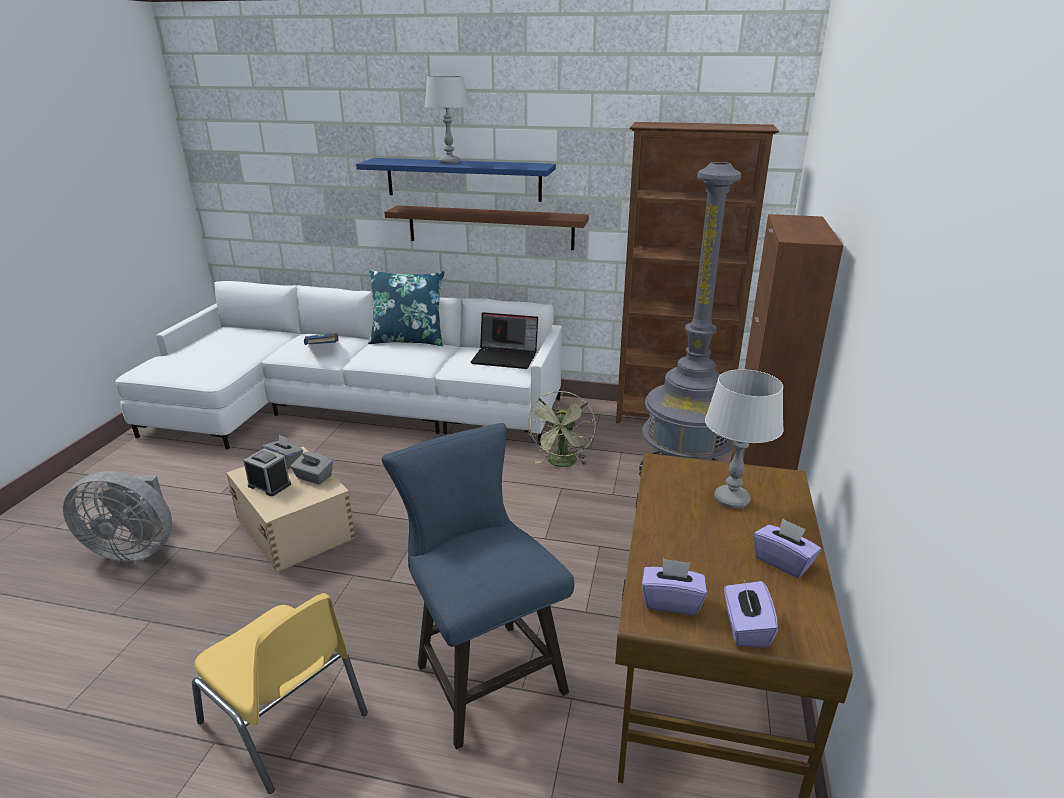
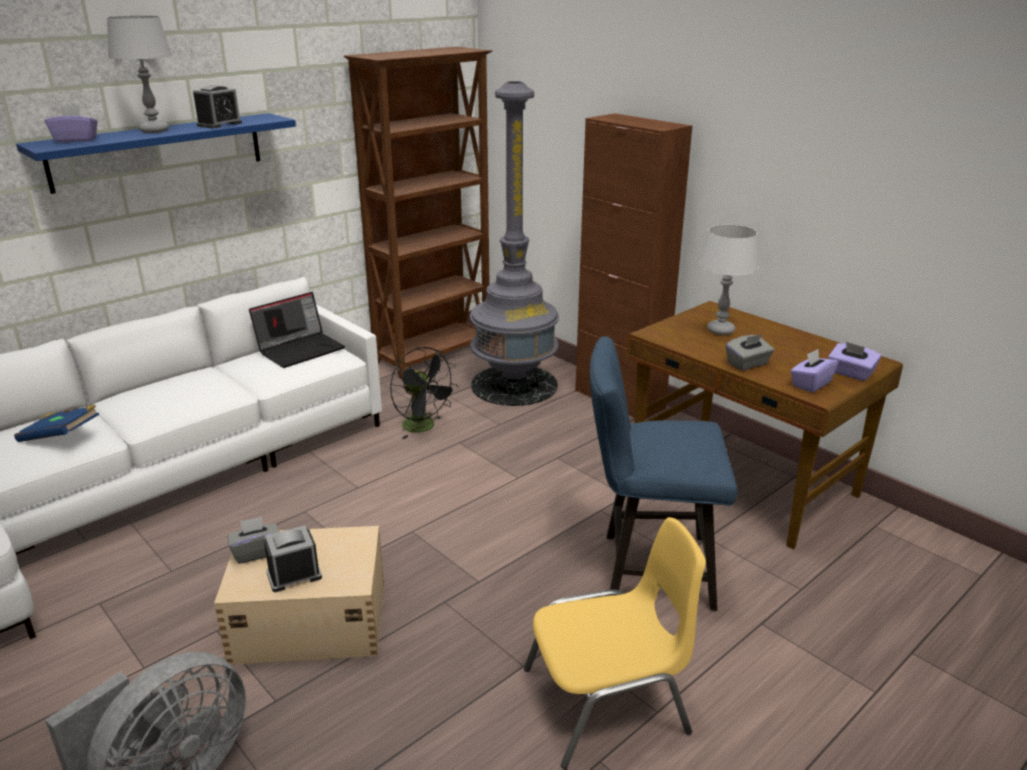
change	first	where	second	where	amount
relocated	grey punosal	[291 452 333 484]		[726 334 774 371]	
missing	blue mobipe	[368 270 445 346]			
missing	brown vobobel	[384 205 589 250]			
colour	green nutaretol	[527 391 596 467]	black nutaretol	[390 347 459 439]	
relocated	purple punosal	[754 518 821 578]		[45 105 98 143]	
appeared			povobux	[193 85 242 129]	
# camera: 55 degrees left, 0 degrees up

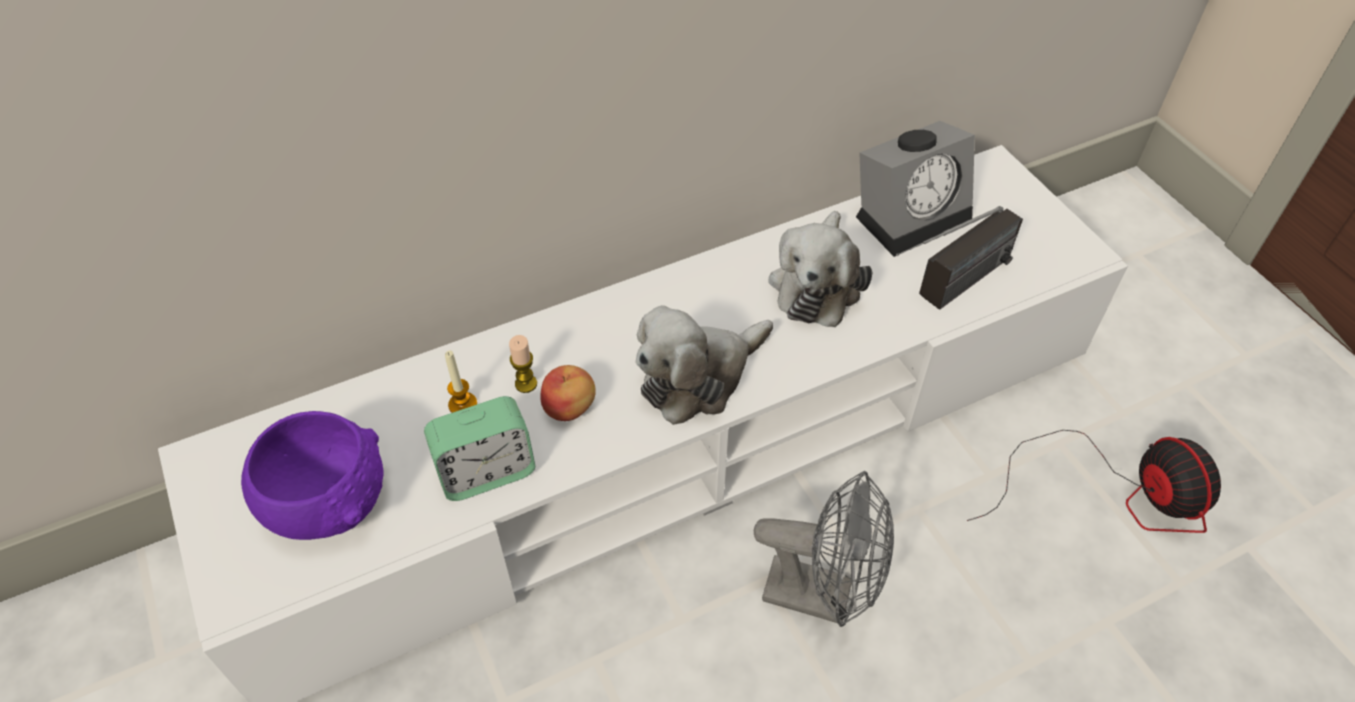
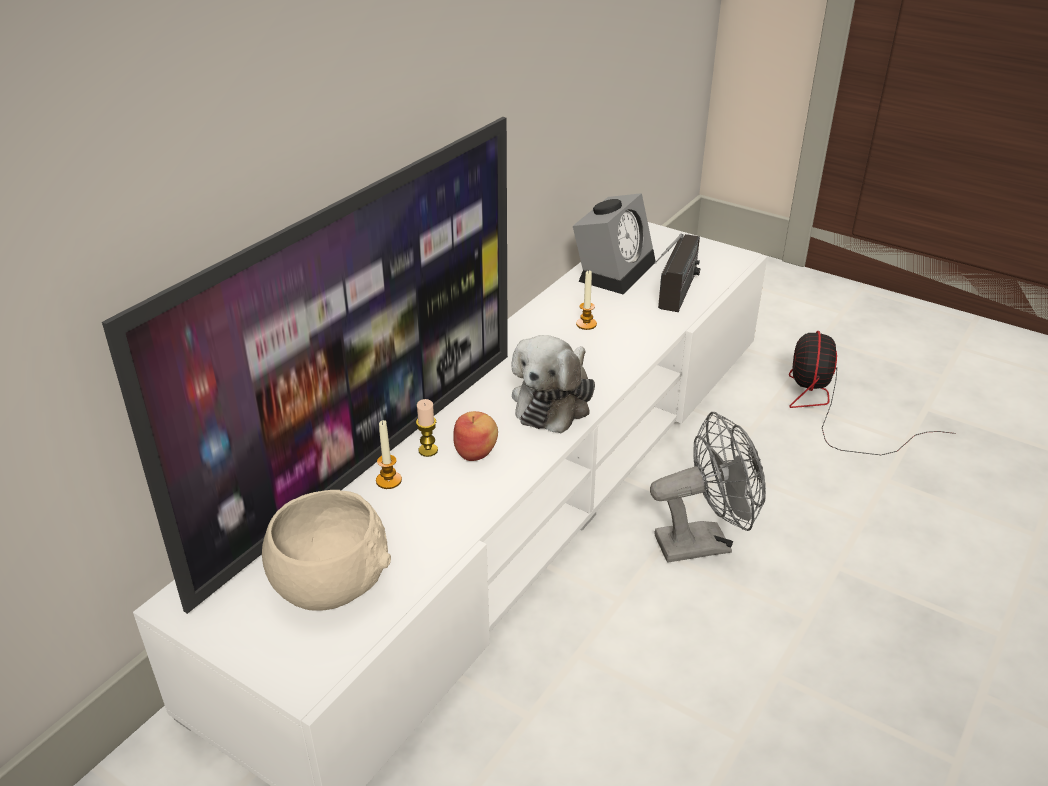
change	first	where	second	where	amount
colour	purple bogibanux	[241 411 384 540]	beige bogibanux	[262 490 391 611]	
missing	povobux	[424 396 535 501]			
exchanged	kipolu	[768 211 872 327]	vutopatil	[576 271 597 330]	
spun	nutaretol	[967 430 1221 533]		[789 331 956 455]	120 degrees counterclockwise
appeared			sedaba	[102 117 508 614]	
# camera: 30 degrees left, 15 degrees down

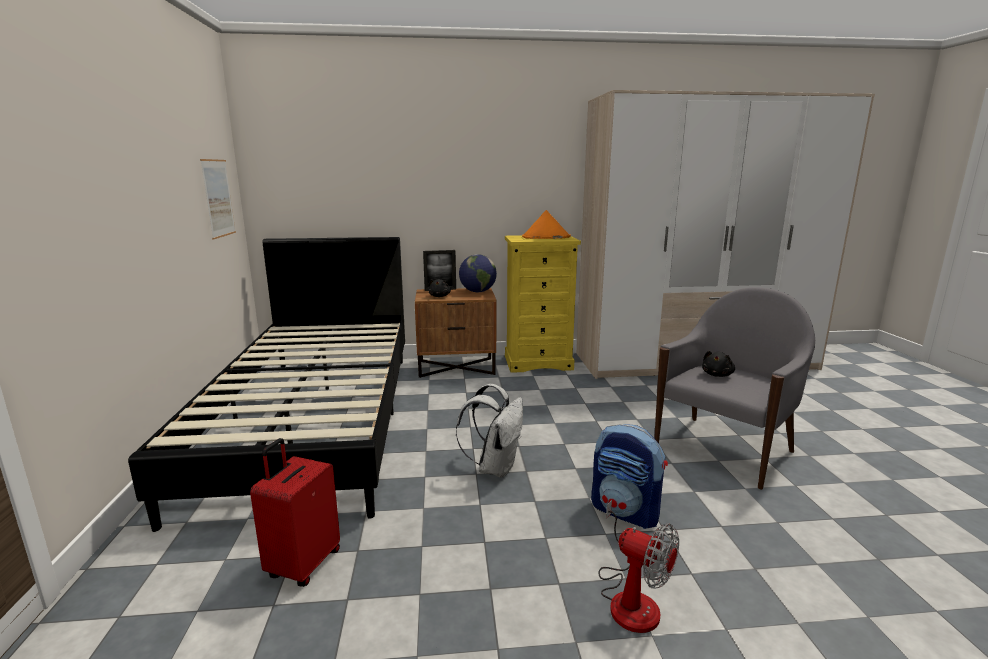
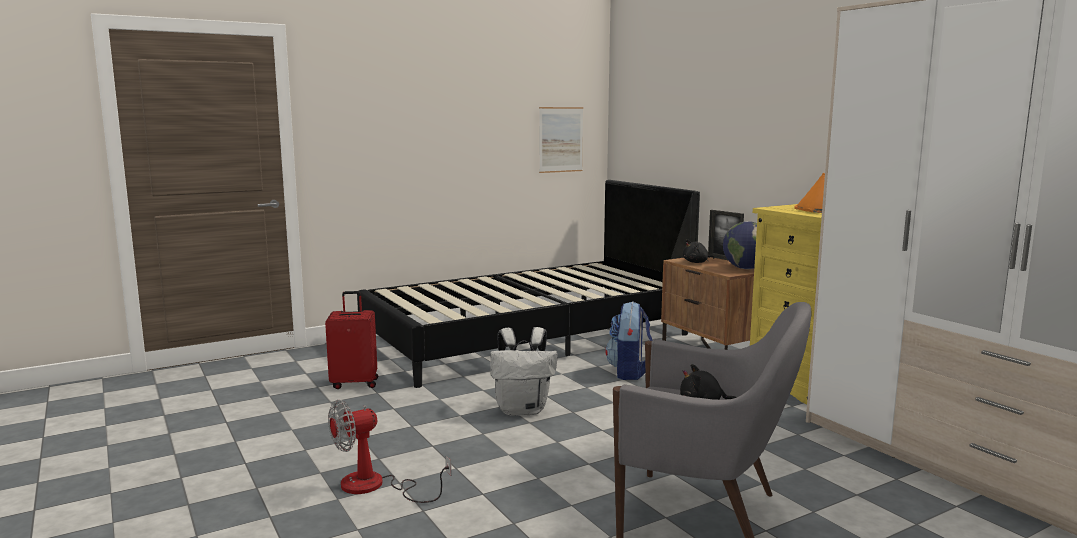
change	first	where	second	where	amount
relocated	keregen	[591 424 668 529]		[605 302 652 380]	
spun	nutaretol	[598 500 679 633]		[328 400 451 503]	45 degrees clockwise
# camera: 65 degrees right, 5 degrees down

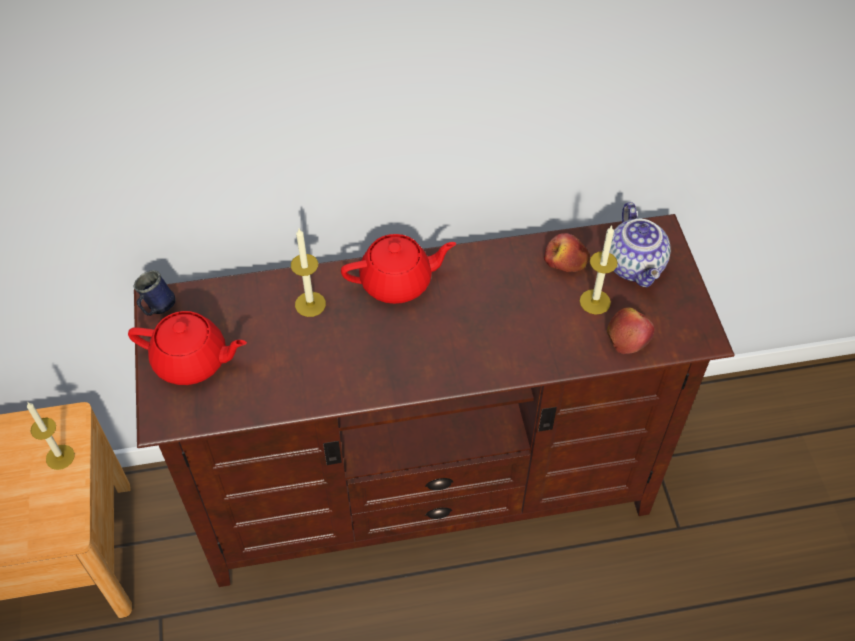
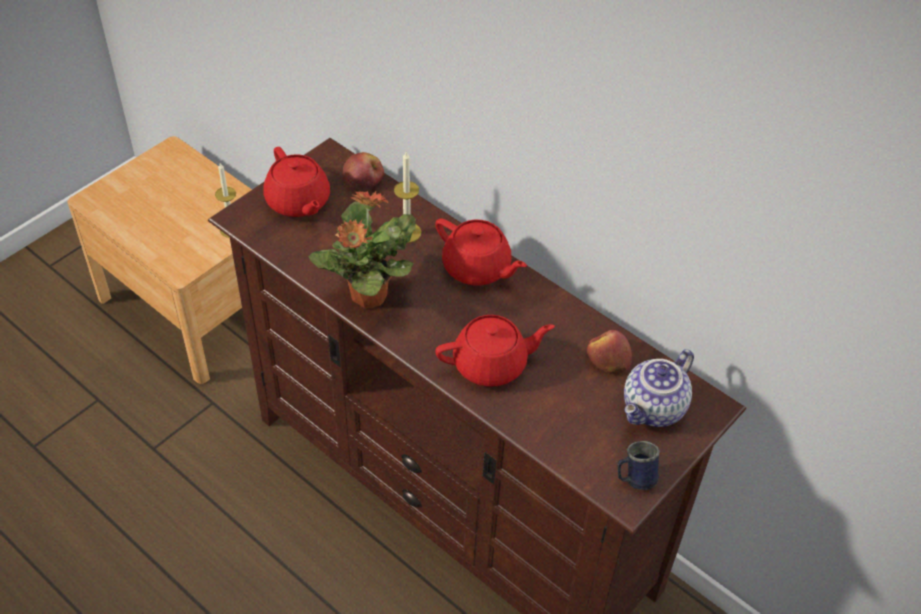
change	first	where	second	where	amount
relocated	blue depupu	[134 270 176 316]		[618 441 660 490]	
missing	vutopatil	[580 225 618 315]			
relocated	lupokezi	[607 308 654 354]		[343 152 384 190]	
appeared			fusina	[308 190 416 308]	
appeared			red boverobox	[435 315 555 387]	
# camera: 50 degrees right, 5 degrees down

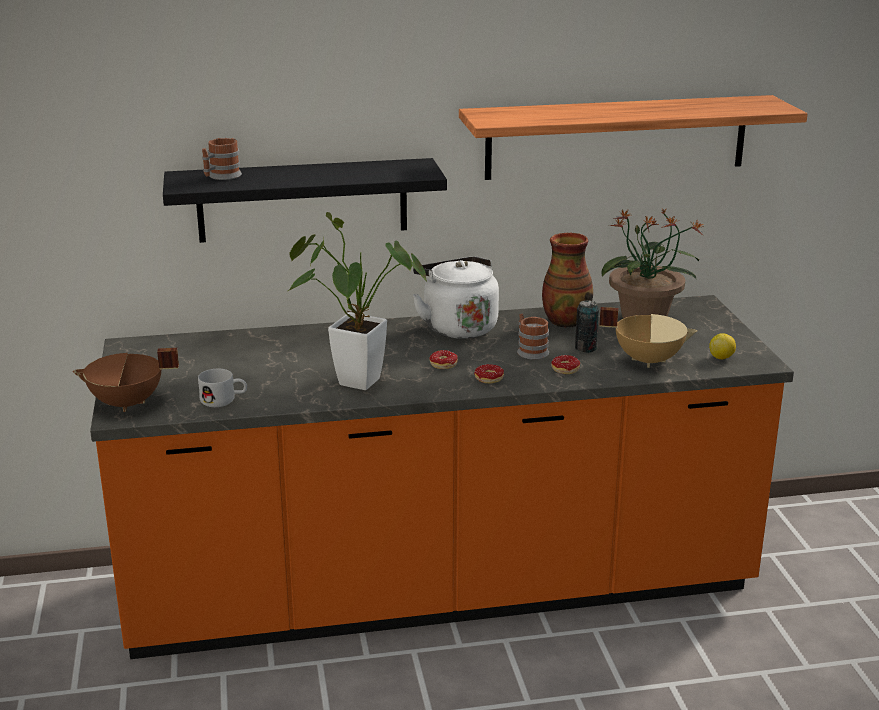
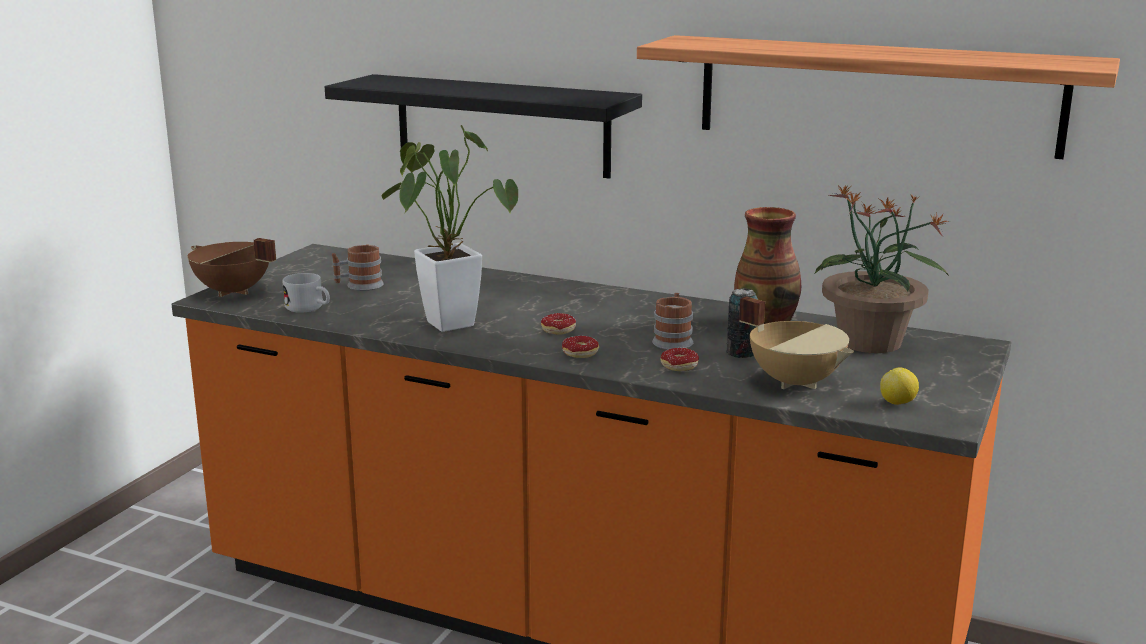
change	first	where	second	where	amount
relocated	depupu	[202 138 242 180]		[332 245 384 291]	
missing	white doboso	[413 256 499 339]			
# camera: 35 degrees right, 5 degrees down

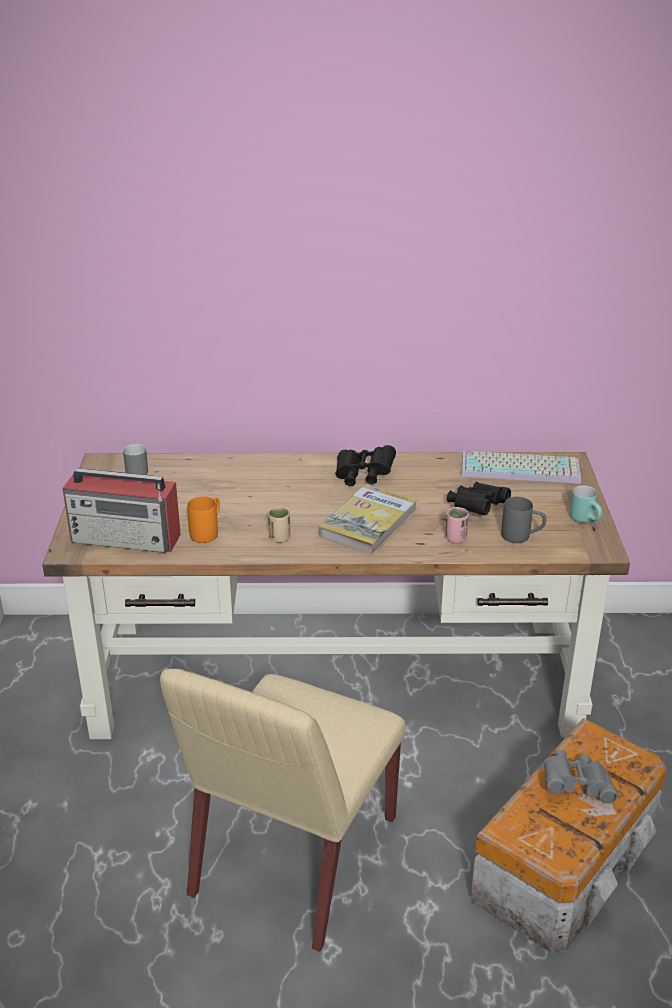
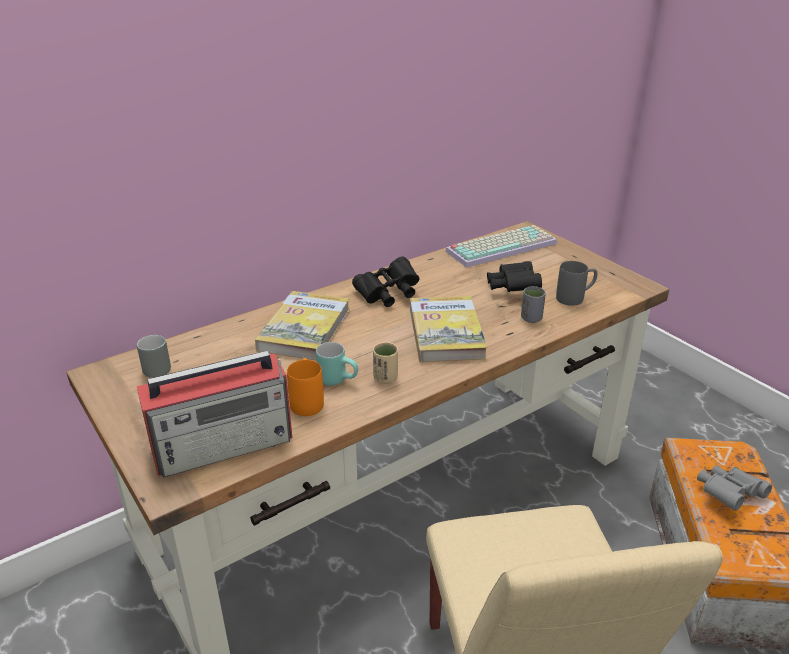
change	first	where	second	where	amount
colour	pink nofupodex	[446 507 469 543]	grey nofupodex	[521 286 546 323]	
relocated	turquoise depupu	[570 485 602 523]		[316 342 358 386]	
appeared			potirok	[255 291 350 360]	
# camera: 35 degrees left, 0 degrees up

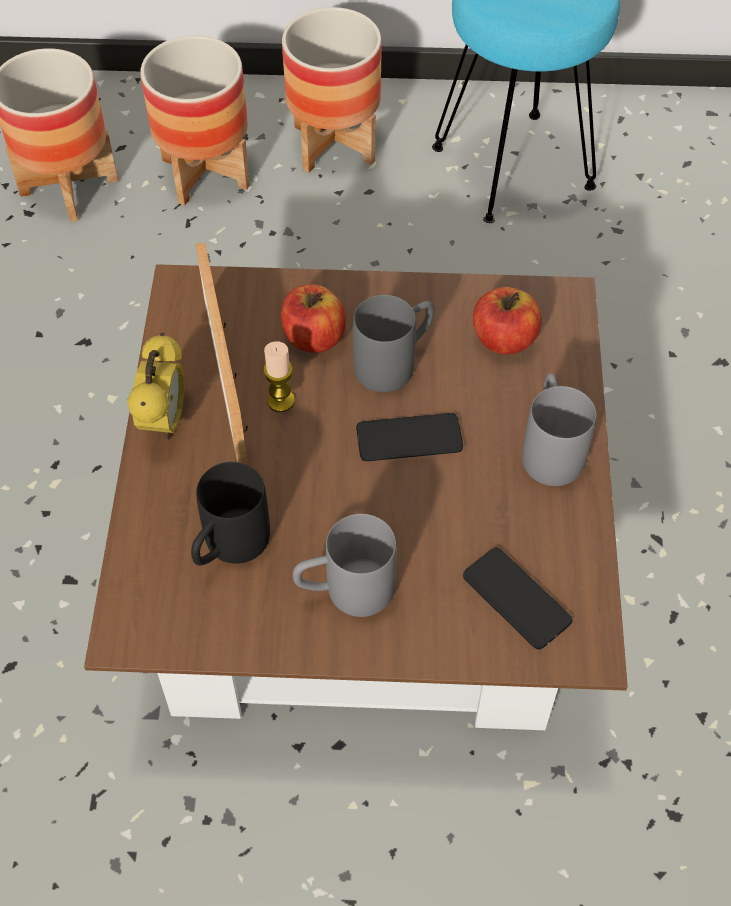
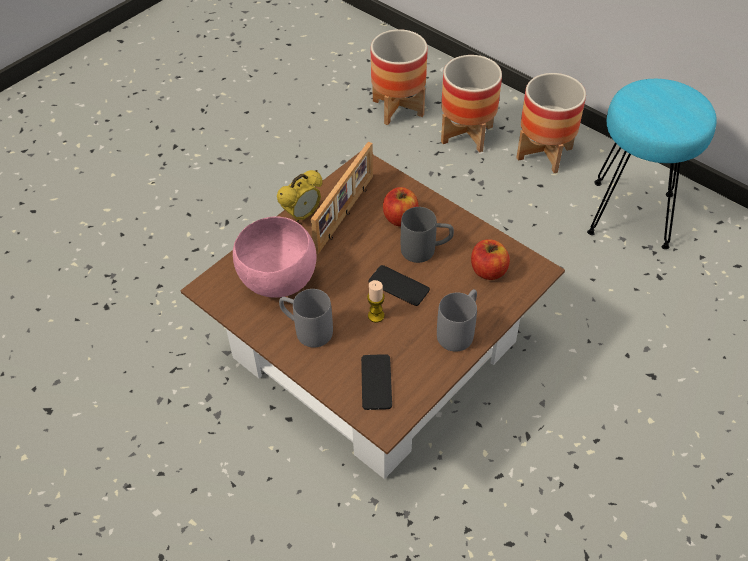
change	first	where	second	where	amount
exchanged	black depupu	[191 462 270 566]	pink bogibanux	[233 216 317 298]	
relocated	vutopatil	[263 341 295 412]		[367 280 385 323]	
# camera: 40 degrees right, 5 degrees down

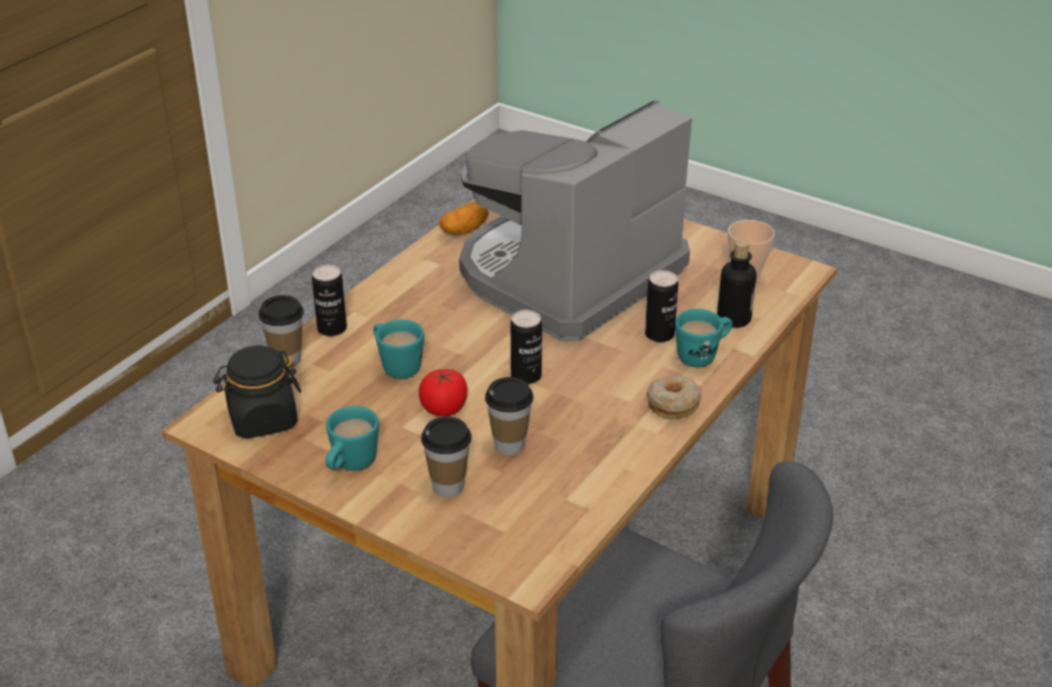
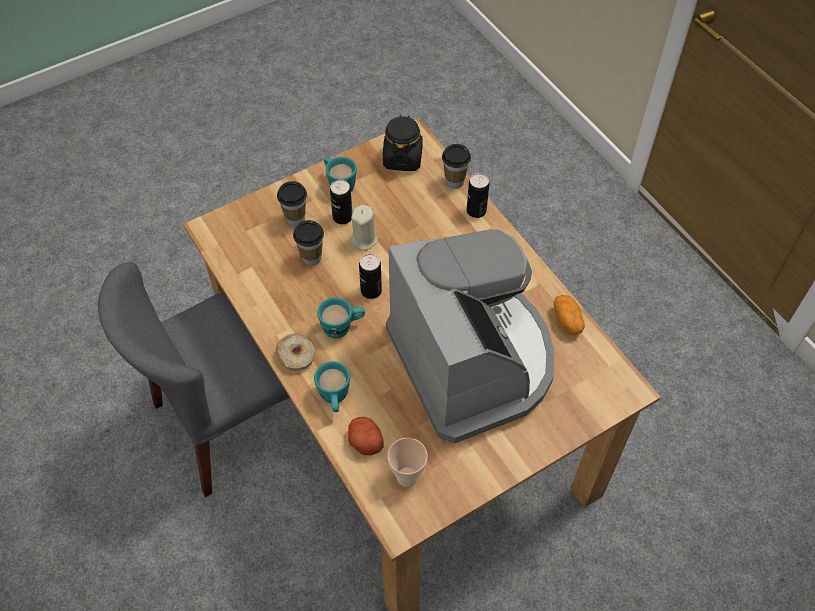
change	first	where	second	where	amount
relocated	turquoise depupu	[373 319 424 379]		[317 297 365 338]	
exchanged	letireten	[419 369 468 417]	beige vutopatil	[350 205 377 251]	
relocated	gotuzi	[645 270 678 342]		[330 180 352 224]	
exchanged	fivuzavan	[717 239 757 328]	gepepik	[348 417 384 455]	
# camera: 115 degrees right, 20 degrees up

